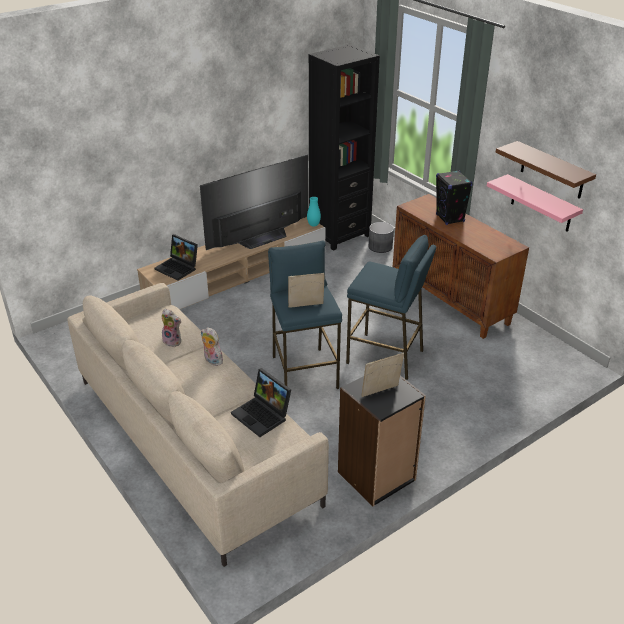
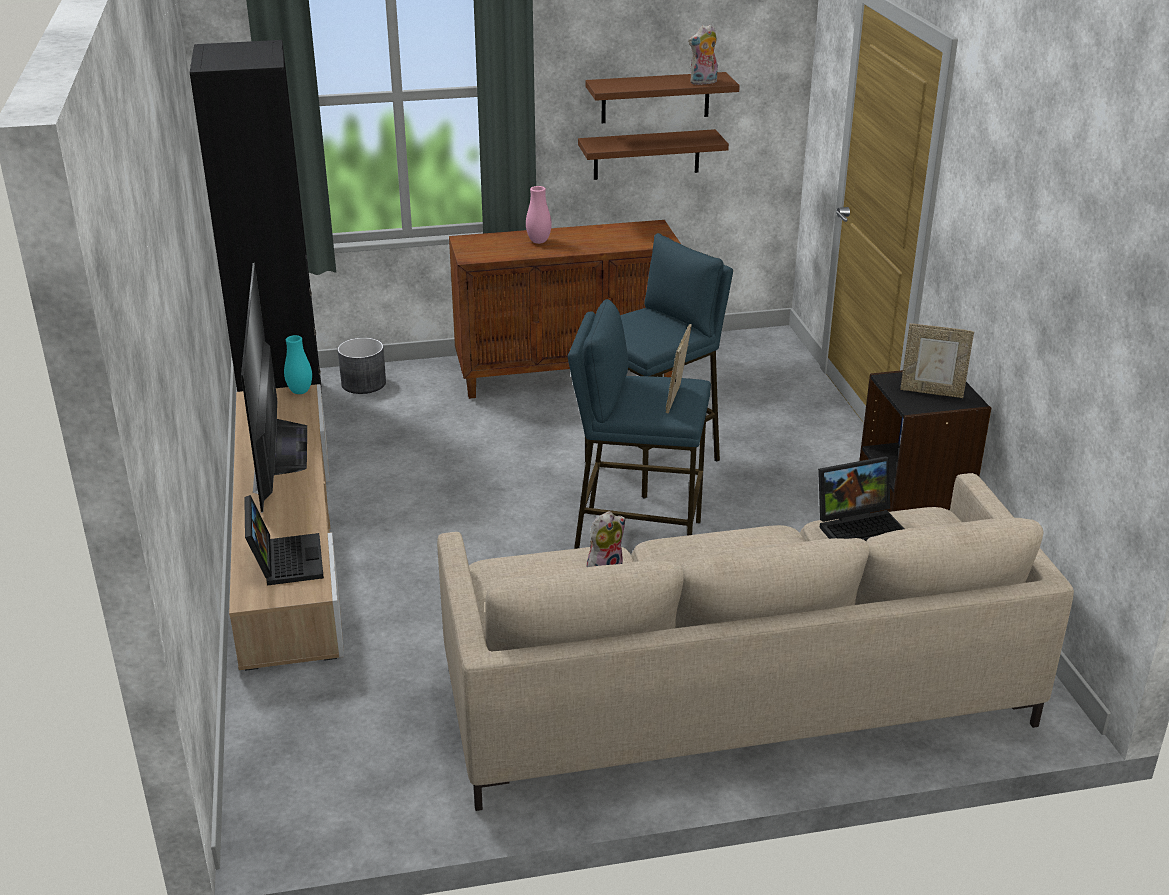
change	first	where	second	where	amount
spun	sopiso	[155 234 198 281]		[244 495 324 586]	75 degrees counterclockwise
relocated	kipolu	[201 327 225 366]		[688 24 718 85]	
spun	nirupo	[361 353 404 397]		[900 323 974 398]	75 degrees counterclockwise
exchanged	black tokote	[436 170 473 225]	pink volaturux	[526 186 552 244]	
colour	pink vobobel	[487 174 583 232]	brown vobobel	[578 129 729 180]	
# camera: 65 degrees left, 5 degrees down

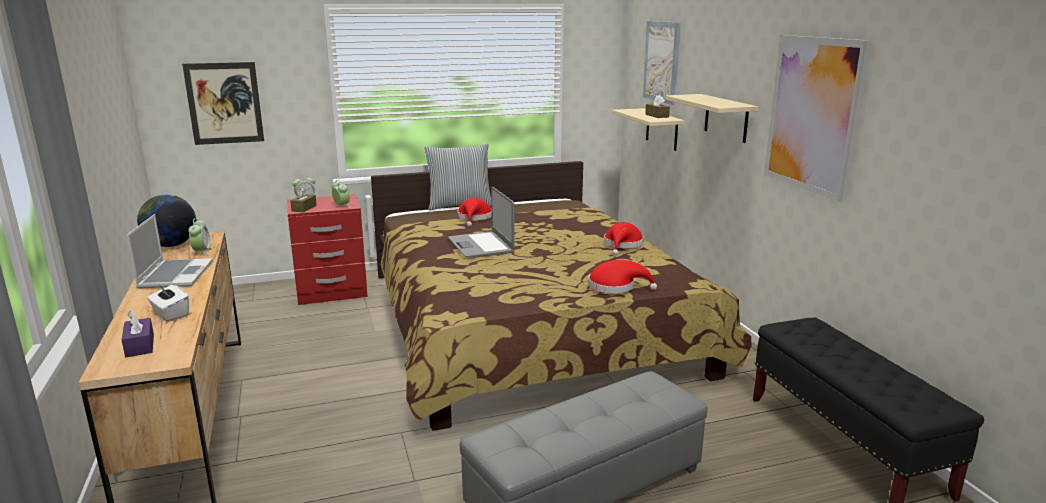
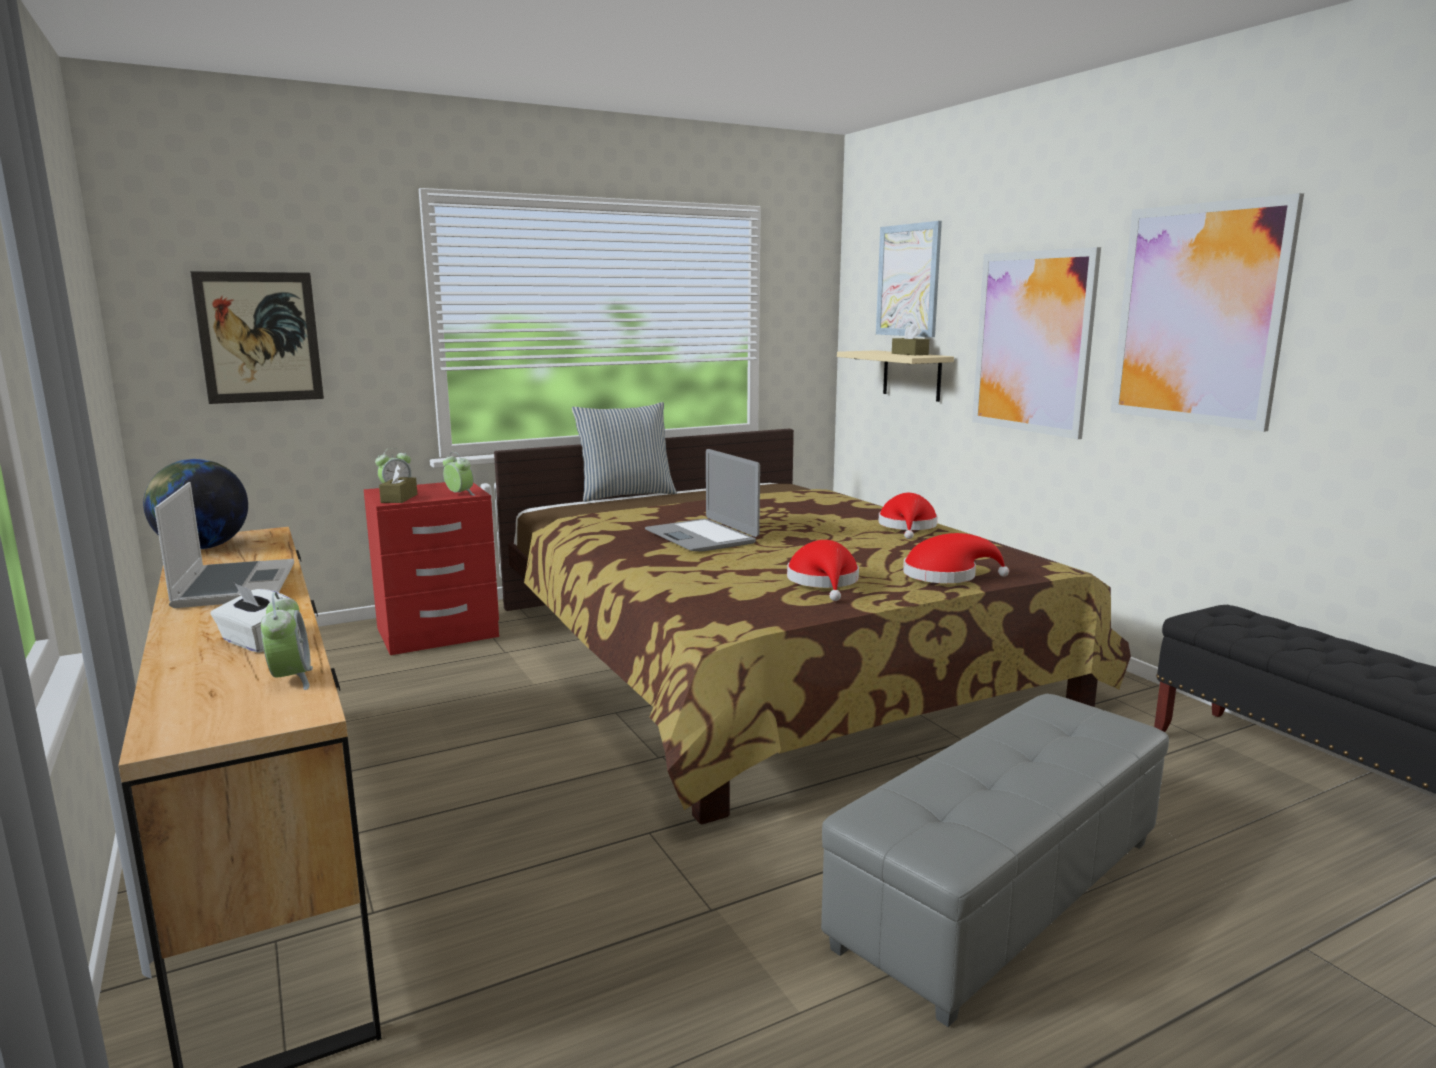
change	first	where	second	where	amount
missing	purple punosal	[122 311 154 357]			
relocated	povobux	[188 218 212 256]		[261 592 313 690]	
relocated	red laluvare	[458 198 492 227]		[787 540 859 601]	
exchanged	beige vobobel	[666 94 758 143]	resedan	[972 247 1101 439]	
# camera: 10 degrees left, 5 degrees down

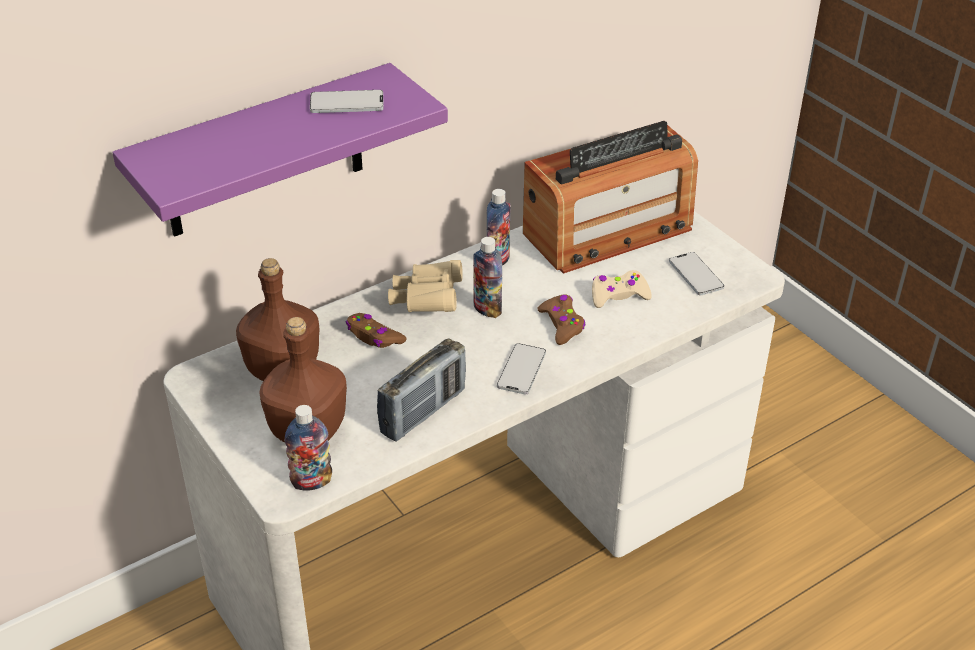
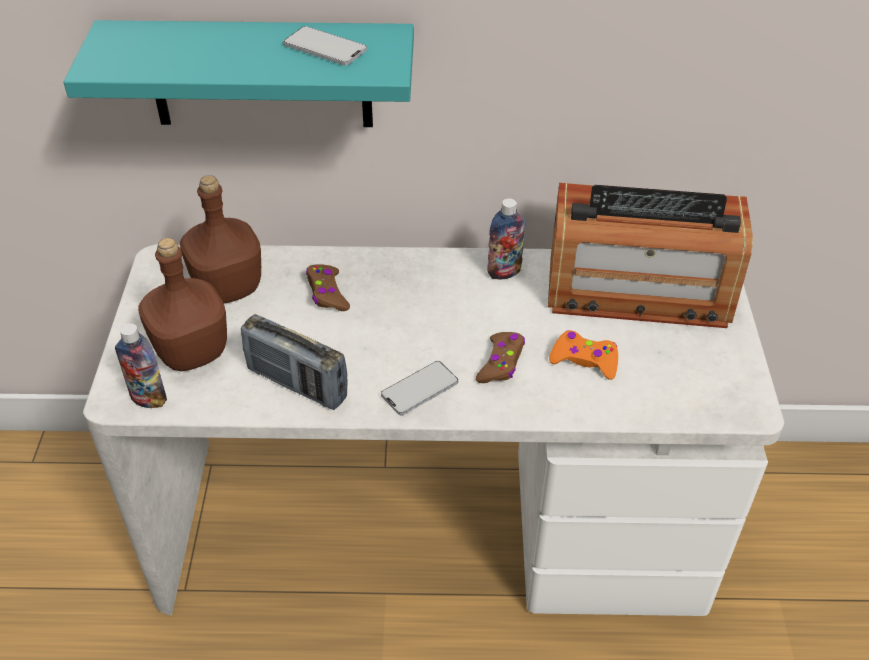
change	first	where	second	where	amount
colour	purple vobobel	[112 63 448 237]	turquoise vobobel	[63 20 414 127]	
spun	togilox	[377 339 466 442]		[241 314 348 410]	45 degrees clockwise
missing	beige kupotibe	[388 260 463 312]			
missing	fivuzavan	[473 237 502 318]			
colour	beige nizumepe	[592 270 652 308]	orange nizumepe	[549 330 618 380]	
missing	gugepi	[669 252 724 296]			
# camera: 35 degrees right, 5 degrees up

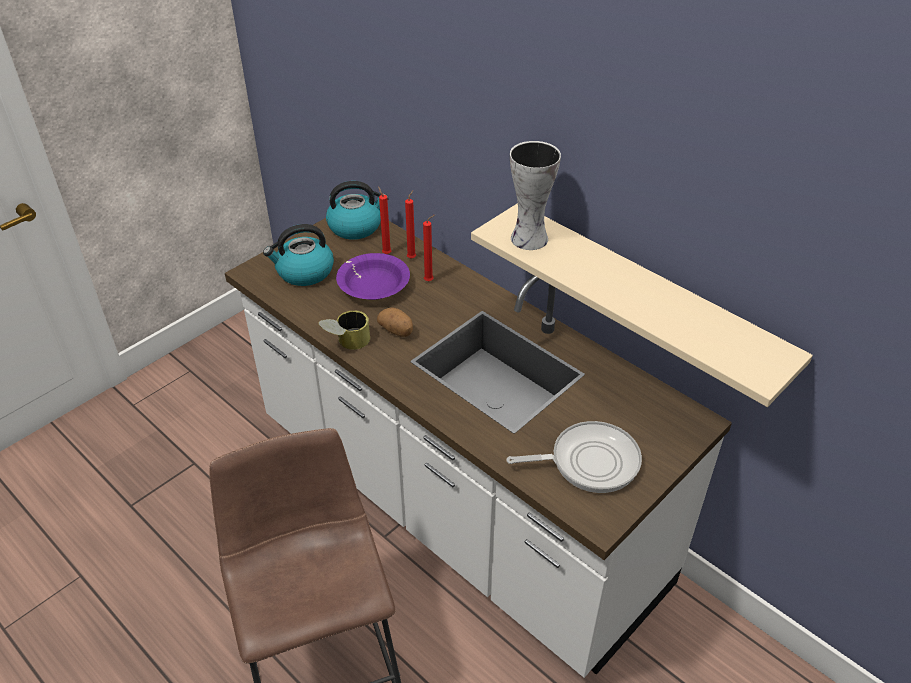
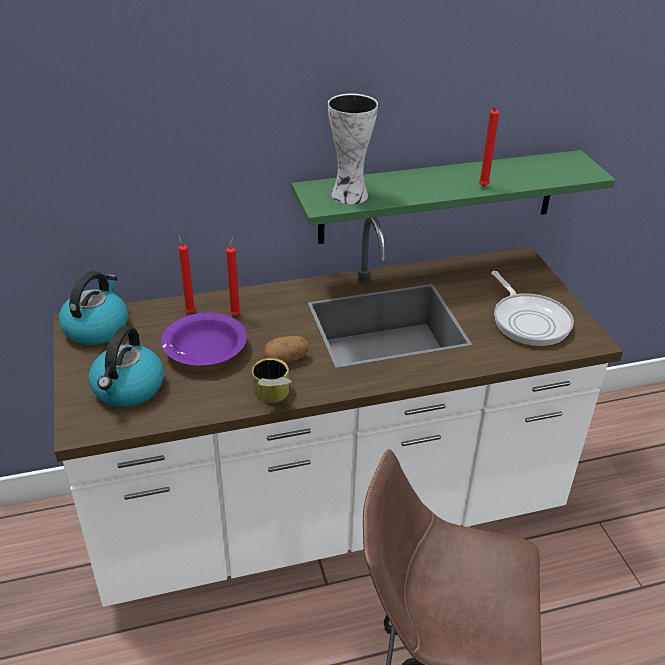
change	first	where	second	where	amount
relocated	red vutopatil	[378 186 391 254]		[479 103 499 187]	
colour	beige vobobel	[471 203 813 407]	green vobobel	[291 150 615 244]	
spun	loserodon	[507 421 642 493]		[491 271 574 346]	135 degrees clockwise
# camera: 60 degrees left, 5 degrees down

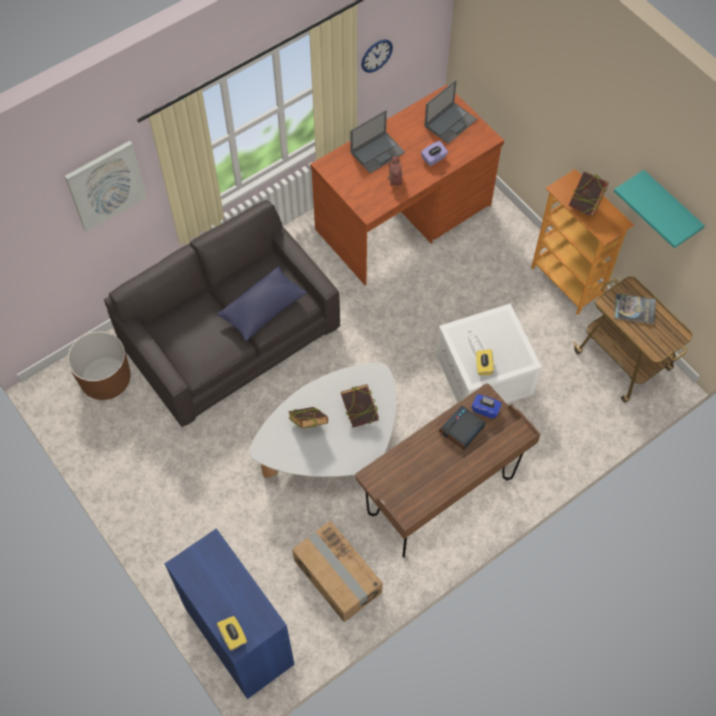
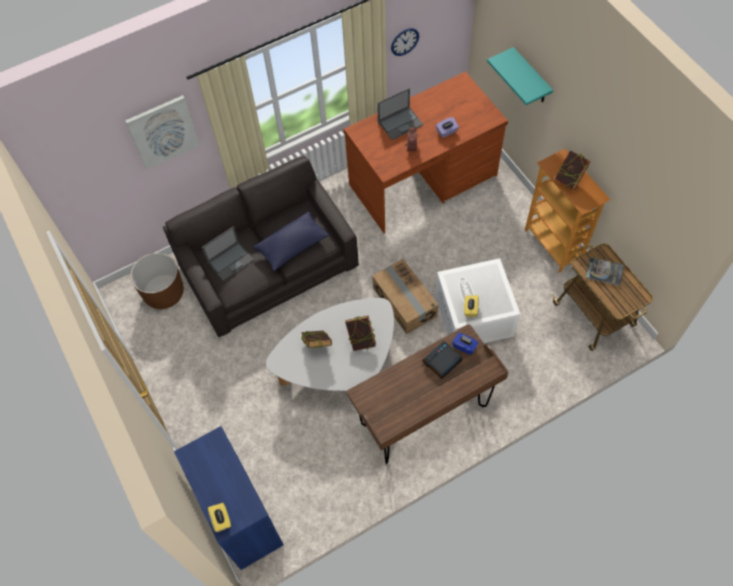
change	first	where	second	where	amount
relocated	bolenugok	[292 520 383 622]		[372 259 438 334]	
relocated	sopiso	[424 80 477 144]		[202 226 254 281]	
relocated	turquoise vobobel	[614 170 705 248]		[487 47 553 105]	
# camera: 10 degrees right, 0 degrees up

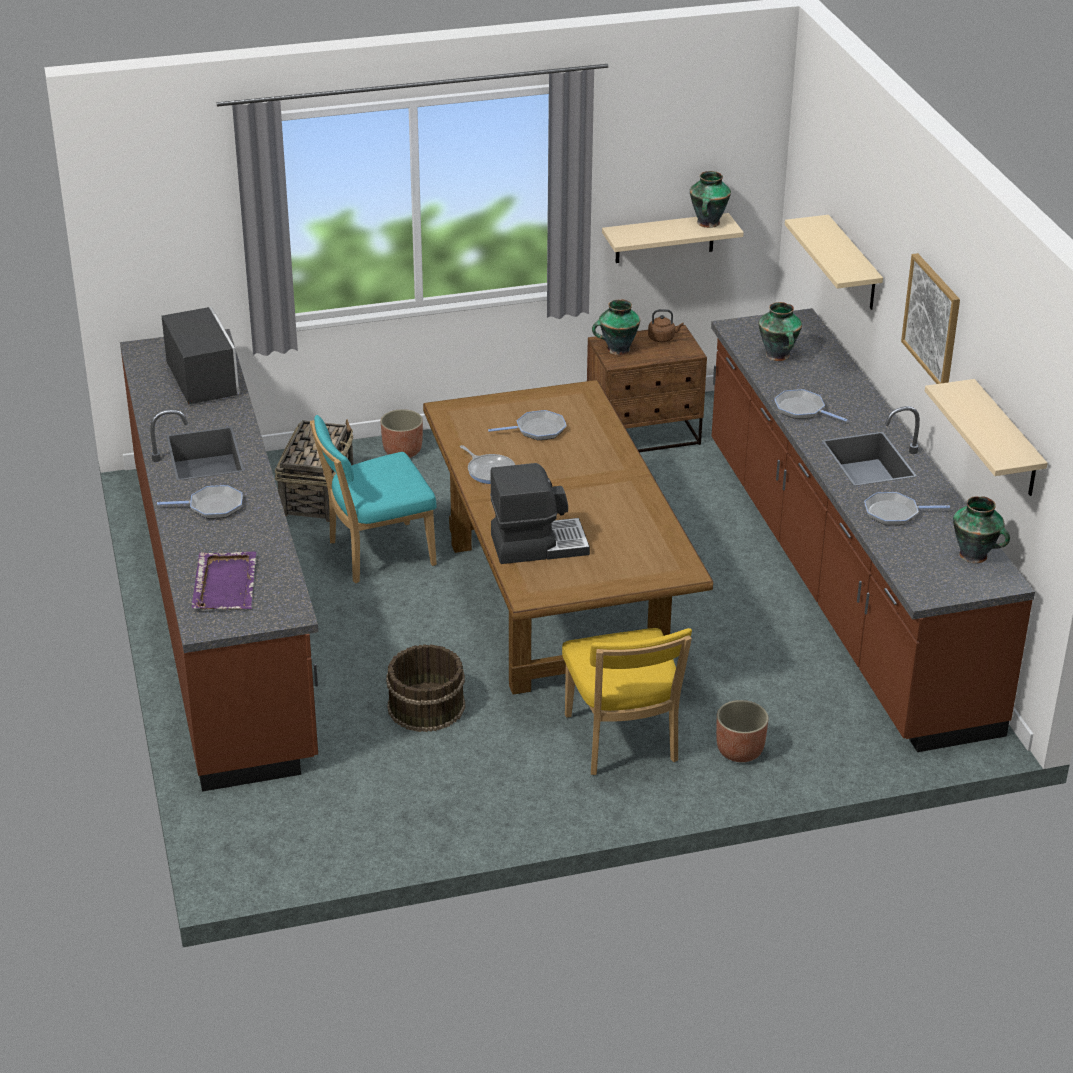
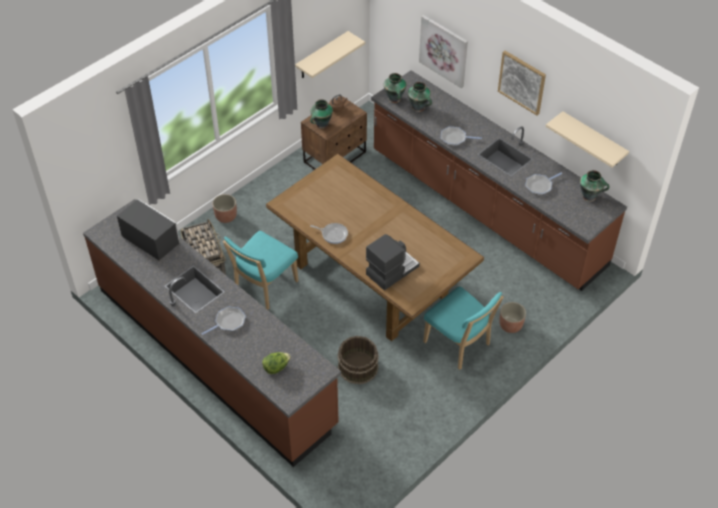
change	first	where	second	where	amount
exchanged	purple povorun	[192 551 256 610]	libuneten	[262 352 291 374]	
missing	loserodon	[488 410 567 440]			
colour	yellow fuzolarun	[562 628 692 775]	turquoise fuzolarun	[423 286 504 370]	
relocated	volaturux	[690 171 731 228]		[384 73 406 103]	
exchanged	beige vobobel	[785 215 883 310]	resedan	[419 15 468 88]	
# camera: 30 degrees left, 15 degrees up

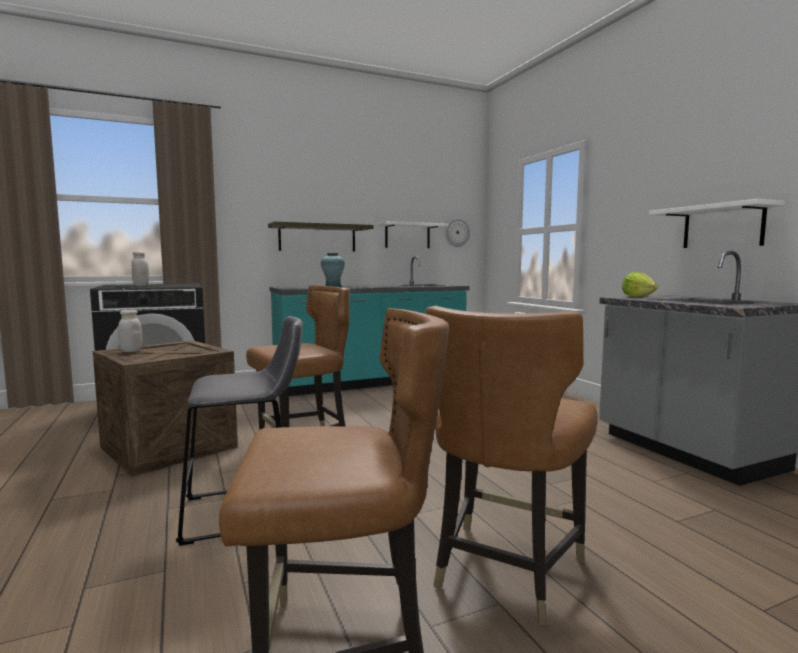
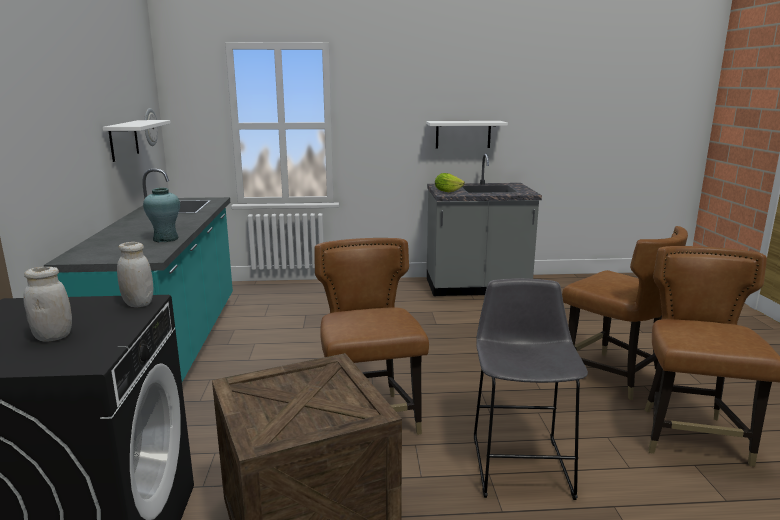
change	first	where	second	where	amount
relocated	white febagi	[118 310 142 352]		[117 242 153 307]	
missing	vobobel	[268 222 373 252]			
# camera: 70 degrees left, 10 degrees up

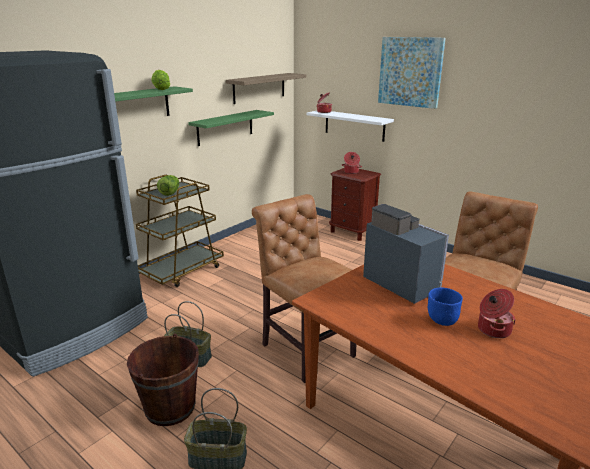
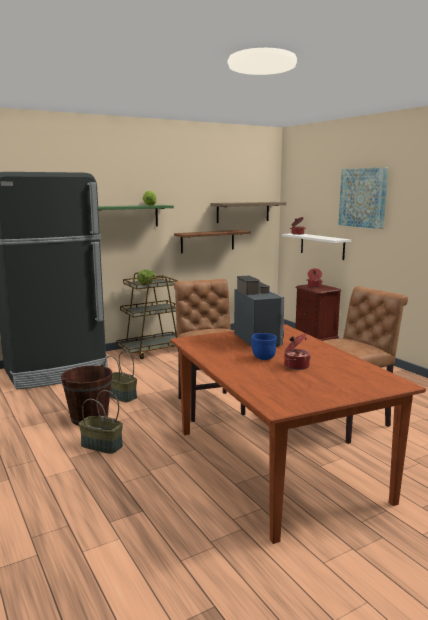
change	first	where	second	where	amount
colour	green vobobel	[188 110 274 146]	brown vobobel	[174 230 251 253]	
# camera: 20 degrees right, 10 degrees down

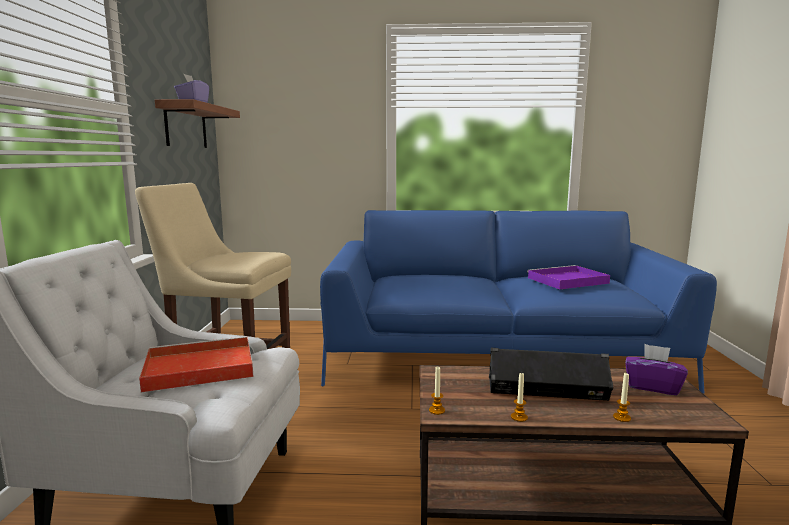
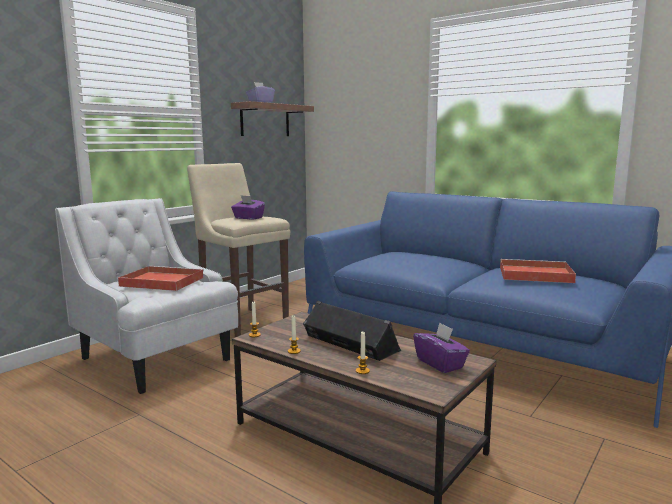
change	first	where	second	where	amount
colour	purple povorun	[527 265 610 289]	red povorun	[500 259 576 283]	
appeared			purple punosal	[231 195 265 220]	
# camera: 35 degrees right, 0 degrees up

